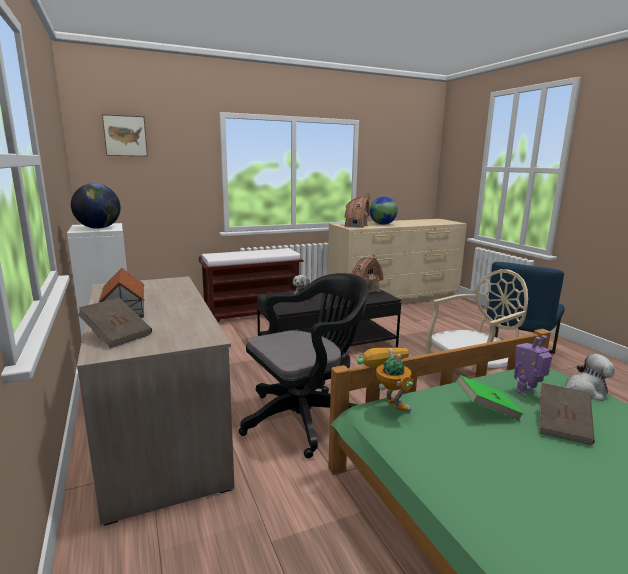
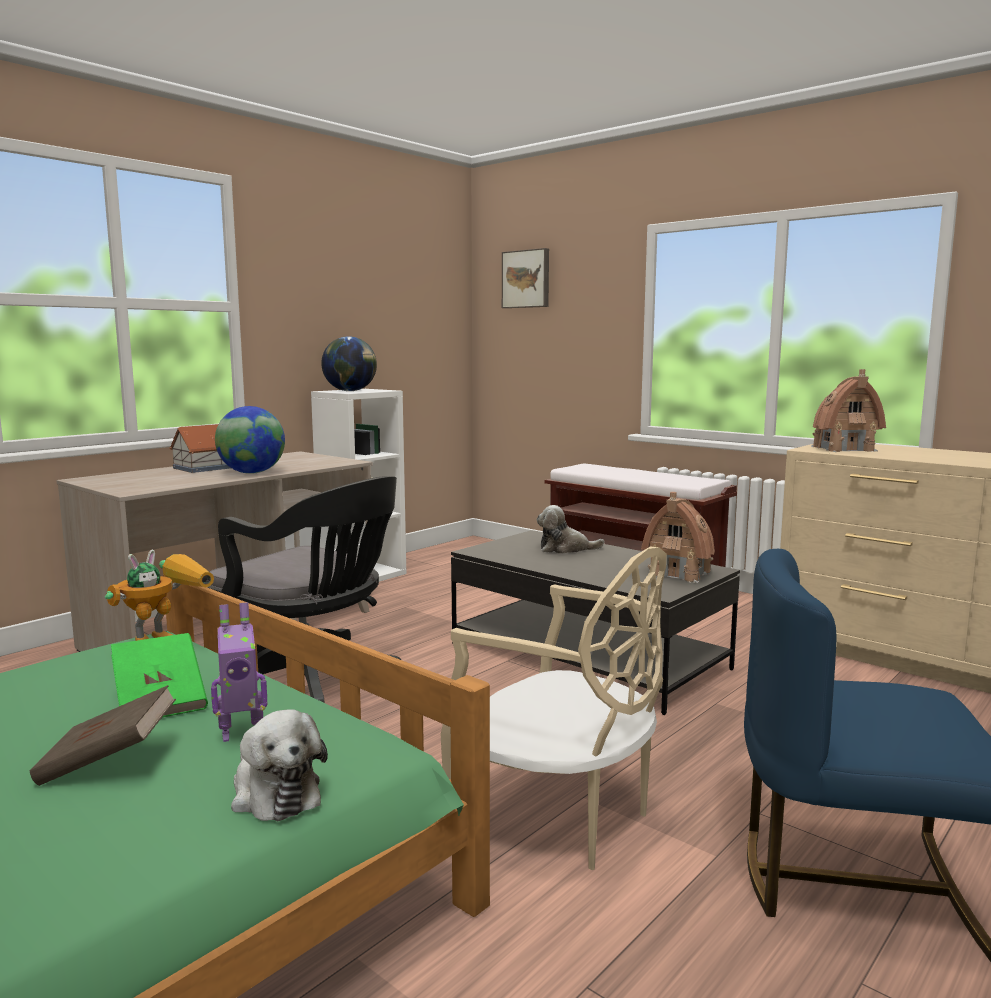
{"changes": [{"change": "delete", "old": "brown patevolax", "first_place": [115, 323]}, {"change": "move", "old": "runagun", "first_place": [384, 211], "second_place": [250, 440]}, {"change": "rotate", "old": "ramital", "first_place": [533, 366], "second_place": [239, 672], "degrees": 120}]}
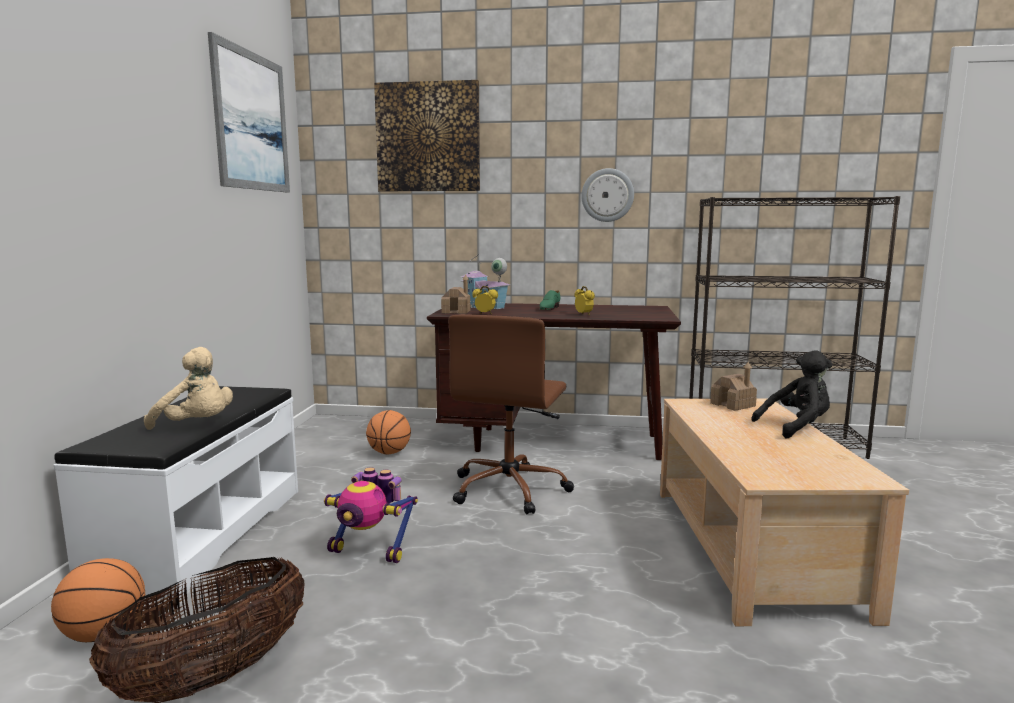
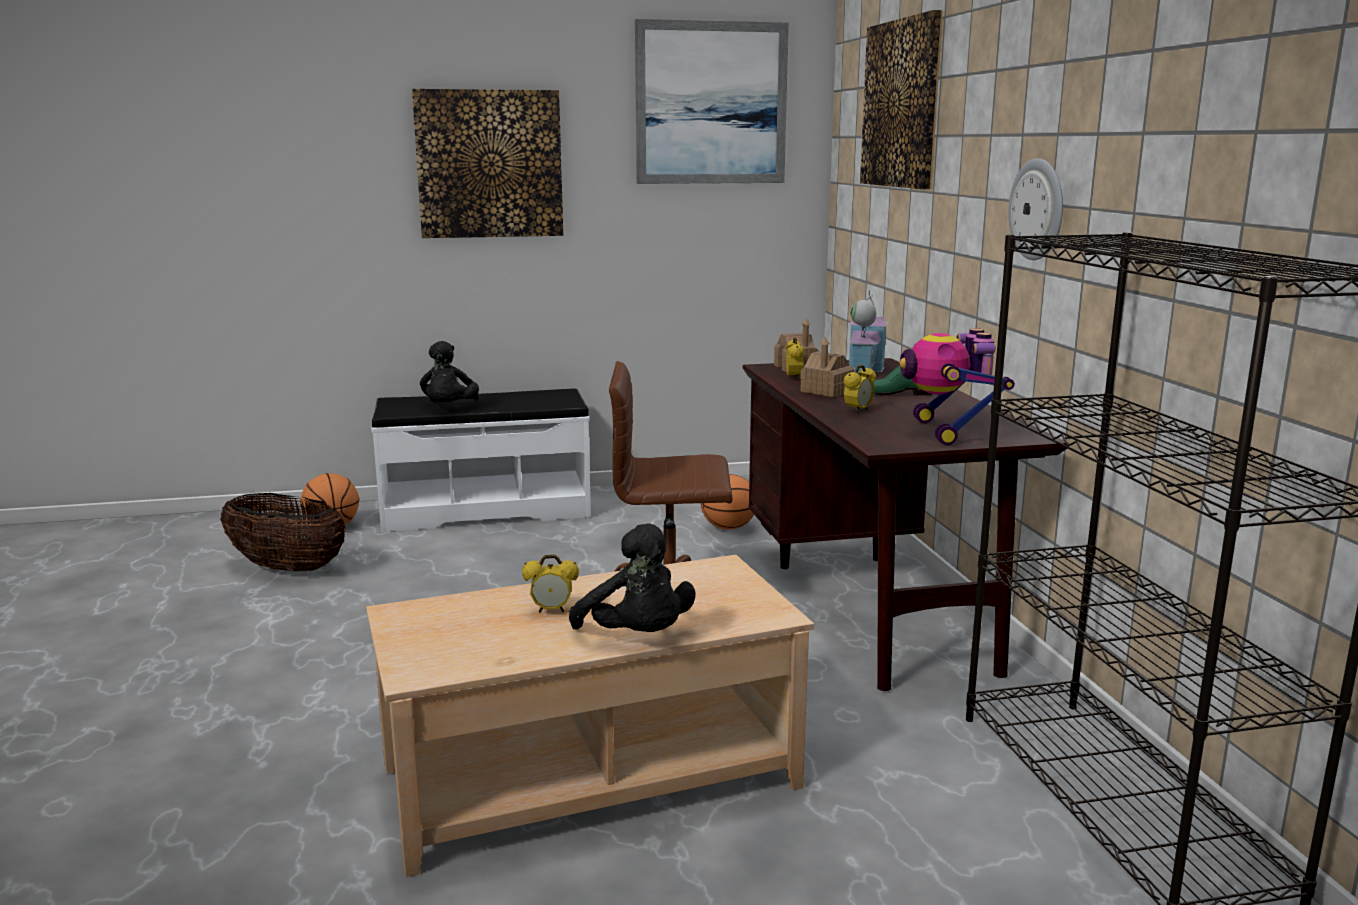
{"changes": [{"change": "insert", "new": "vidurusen", "second_place": [487, 163]}, {"change": "insert", "new": "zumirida", "second_place": [550, 583]}, {"change": "move", "old": "ramital", "first_place": [371, 515], "second_place": [957, 386]}, {"change": "move", "old": "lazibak", "first_place": [733, 386], "second_place": [827, 367]}, {"change": "recolor", "old": "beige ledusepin", "new": "black ledusepin", "first_place": [188, 388], "second_place": [449, 371]}]}
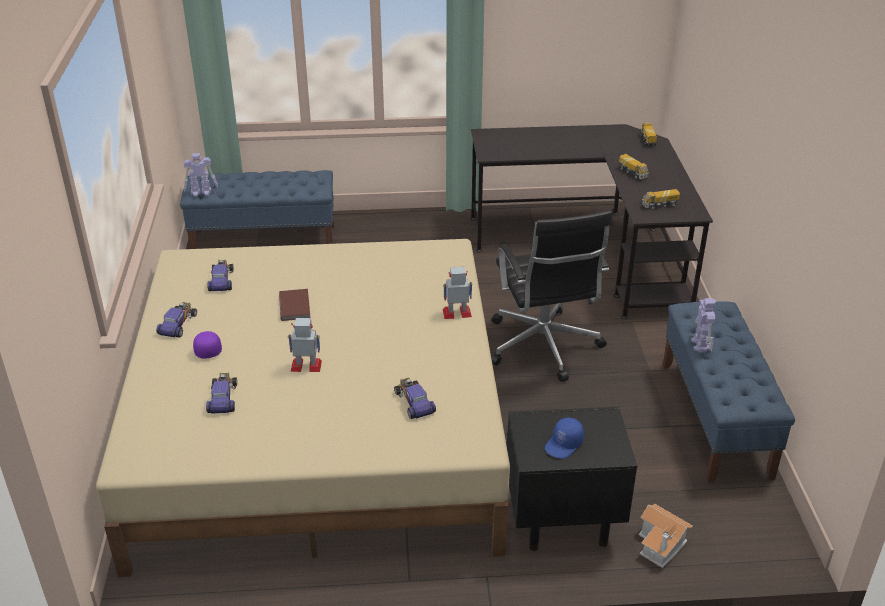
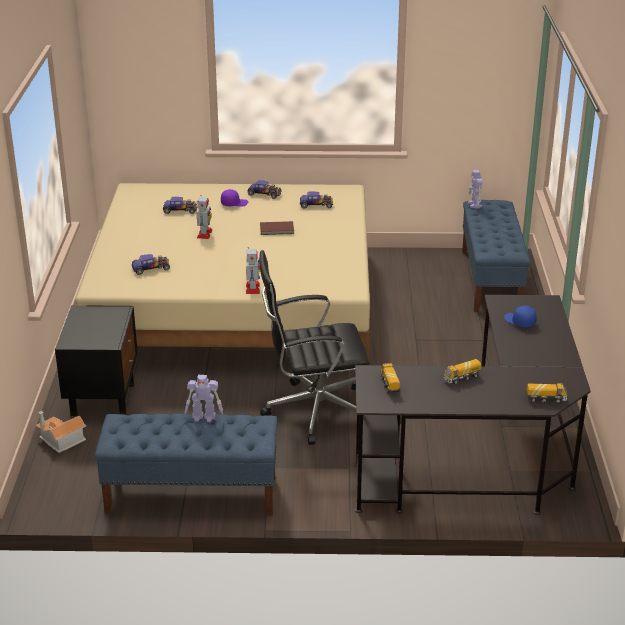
{"changes": [{"change": "move", "old": "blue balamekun", "first_place": [564, 438], "second_place": [520, 316]}]}
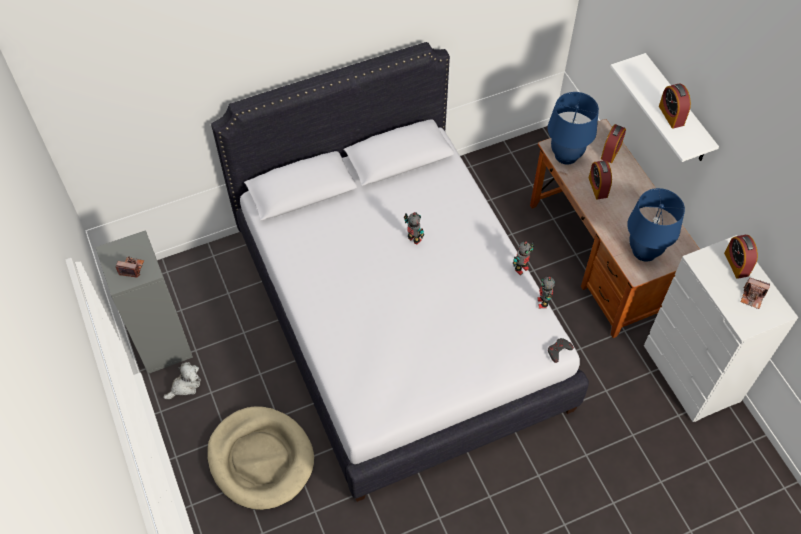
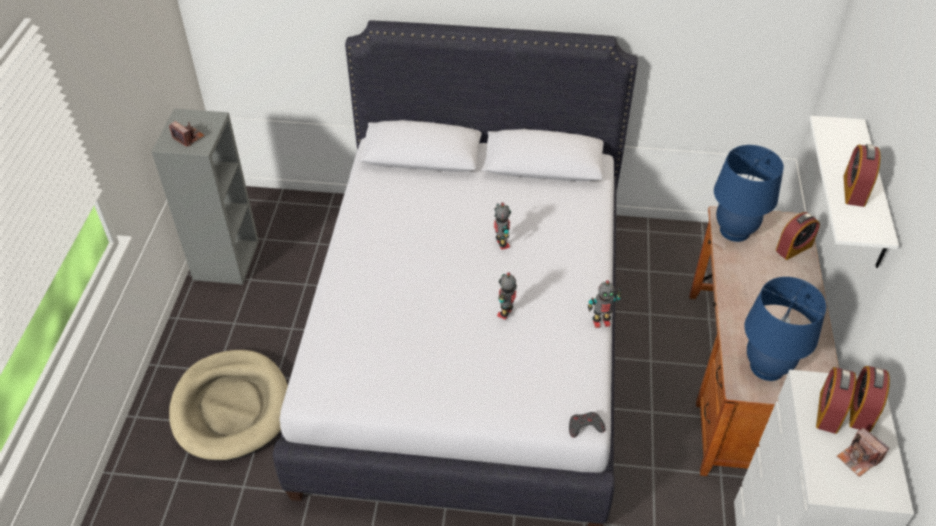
{"changes": [{"change": "delete", "old": "ledusepin", "first_place": [182, 381]}, {"change": "move", "old": "ramital", "first_place": [546, 292], "second_place": [507, 296]}, {"change": "move", "old": "zumirida", "first_place": [600, 179], "second_place": [836, 400]}]}
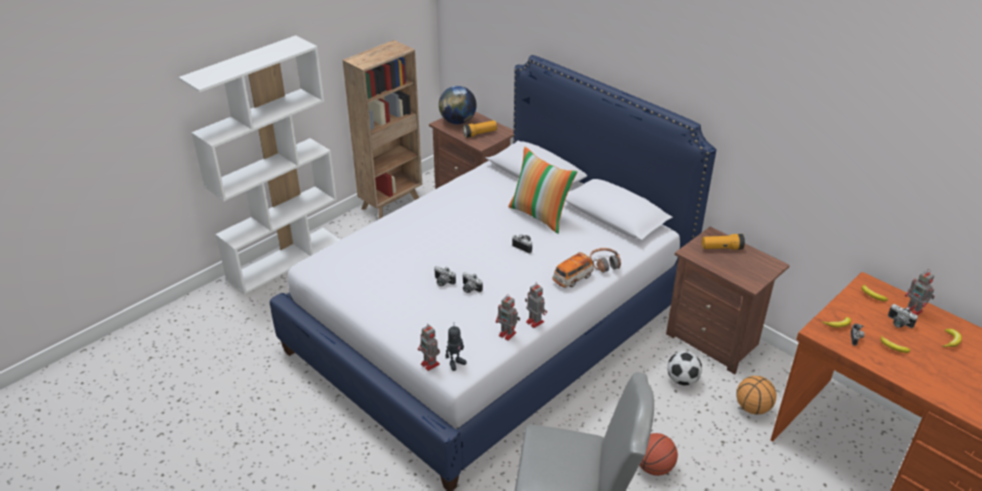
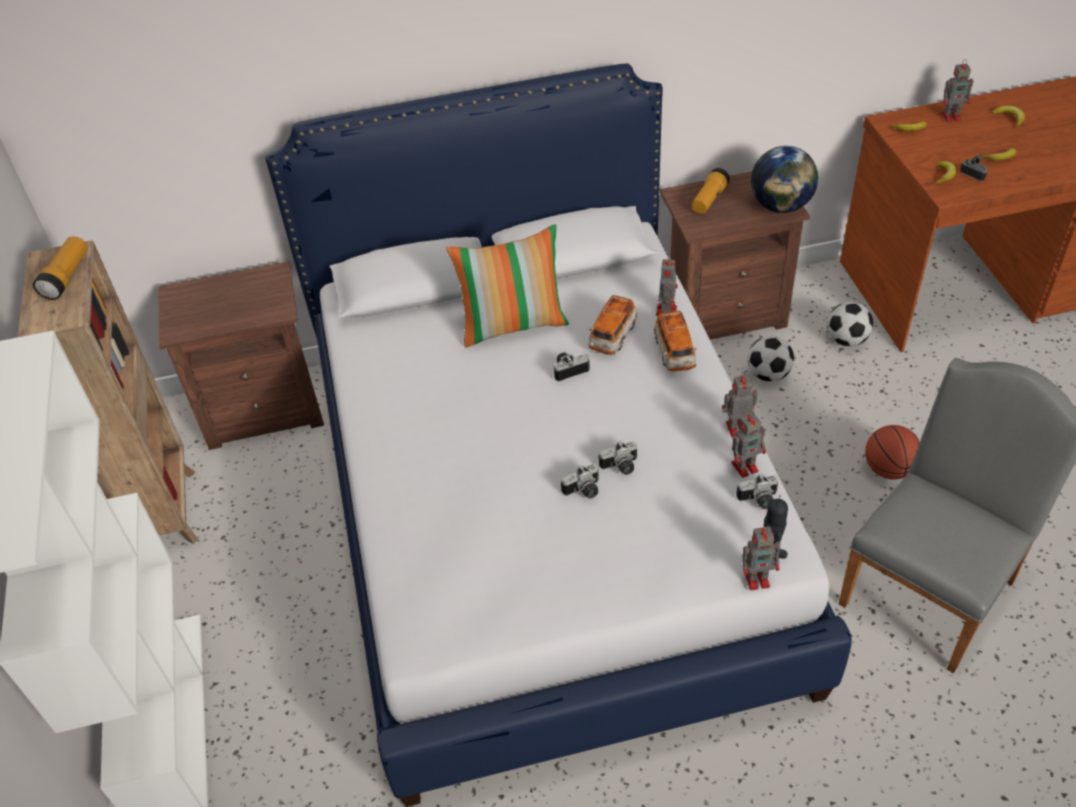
{"changes": [{"change": "insert", "new": "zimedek", "second_place": [612, 325]}, {"change": "move", "old": "runagun", "first_place": [458, 105], "second_place": [784, 179]}, {"change": "move", "old": "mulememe", "first_place": [479, 129], "second_place": [60, 268]}, {"change": "move", "old": "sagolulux", "first_place": [903, 316], "second_place": [757, 491]}, {"change": "replace", "old": "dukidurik", "new": "ramital", "first_place": [605, 260], "second_place": [667, 286]}, {"change": "replace", "old": "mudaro", "new": "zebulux", "first_place": [756, 395], "second_place": [850, 324]}]}
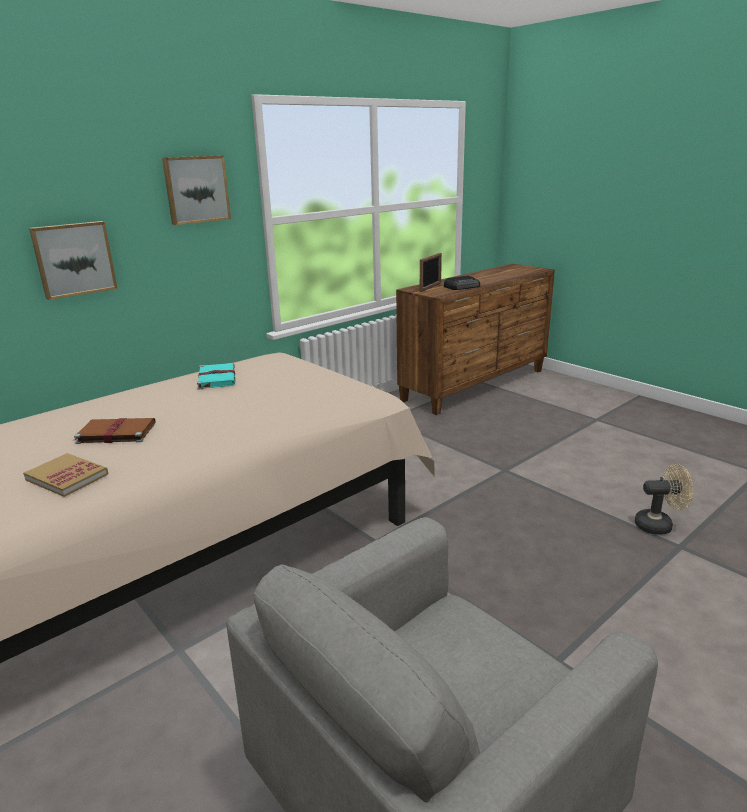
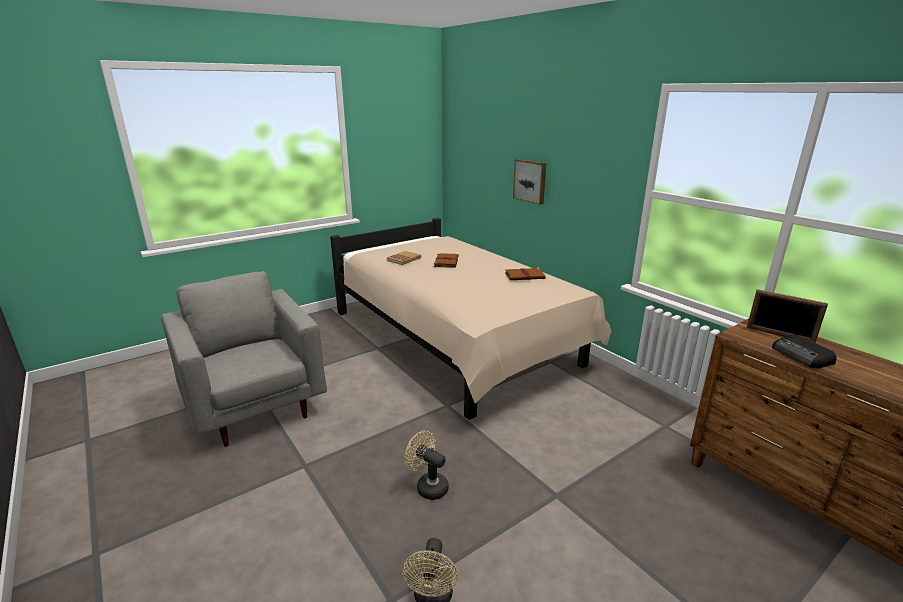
{"changes": [{"change": "delete", "old": "vidurusen", "first_place": [196, 190]}, {"change": "insert", "new": "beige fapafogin", "second_place": [427, 465]}, {"change": "recolor", "old": "turquoise patevolax", "new": "brown patevolax", "first_place": [216, 376], "second_place": [525, 274]}]}
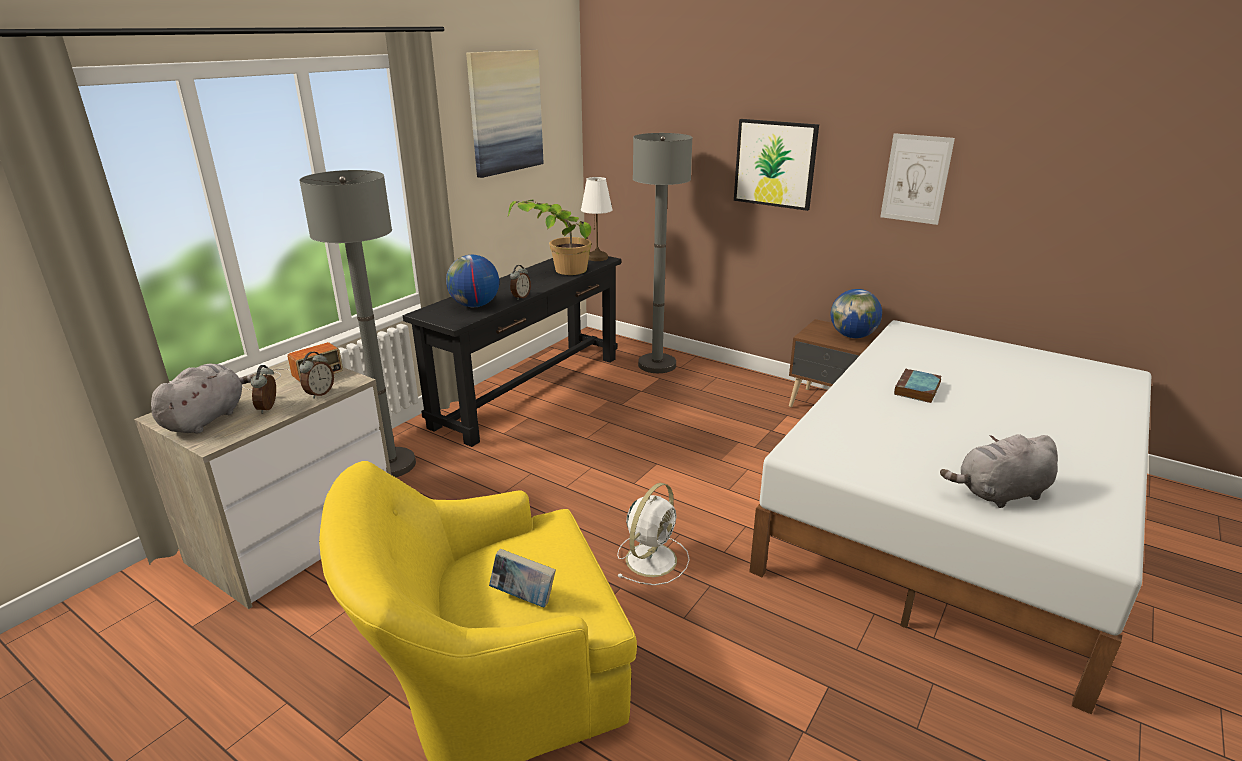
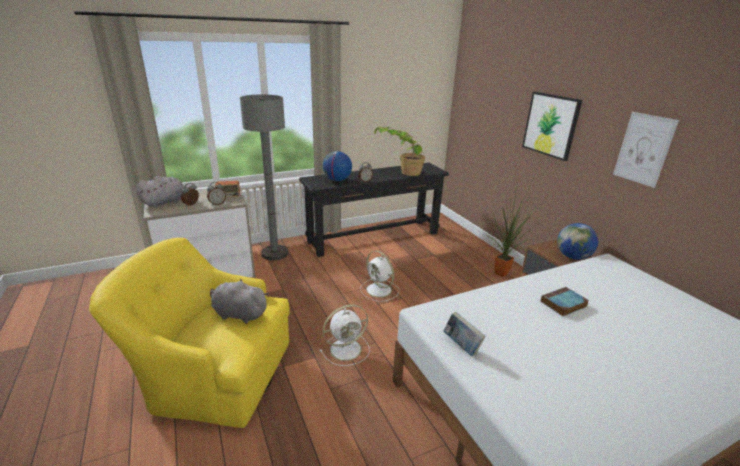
{"changes": [{"change": "delete", "old": "vidurusen", "first_place": [504, 114]}, {"change": "delete", "old": "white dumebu", "first_place": [597, 219]}, {"change": "delete", "old": "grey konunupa", "first_place": [663, 253]}, {"change": "insert", "new": "white fapafogin", "second_place": [379, 276]}, {"change": "insert", "new": "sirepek", "second_place": [514, 229]}, {"change": "move", "old": "patevolax", "first_place": [522, 578], "second_place": [465, 334]}, {"change": "move", "old": "grey ledusepin", "first_place": [999, 471], "second_place": [239, 301]}]}
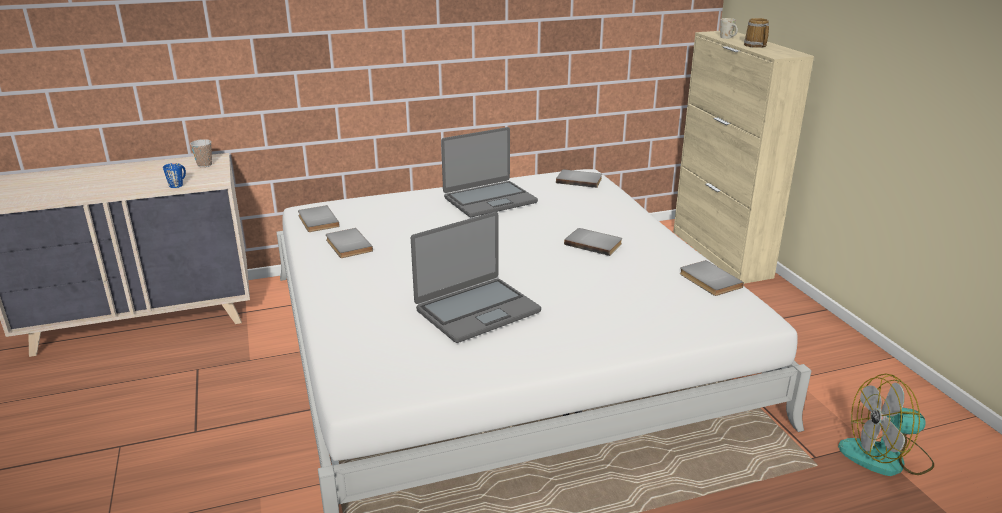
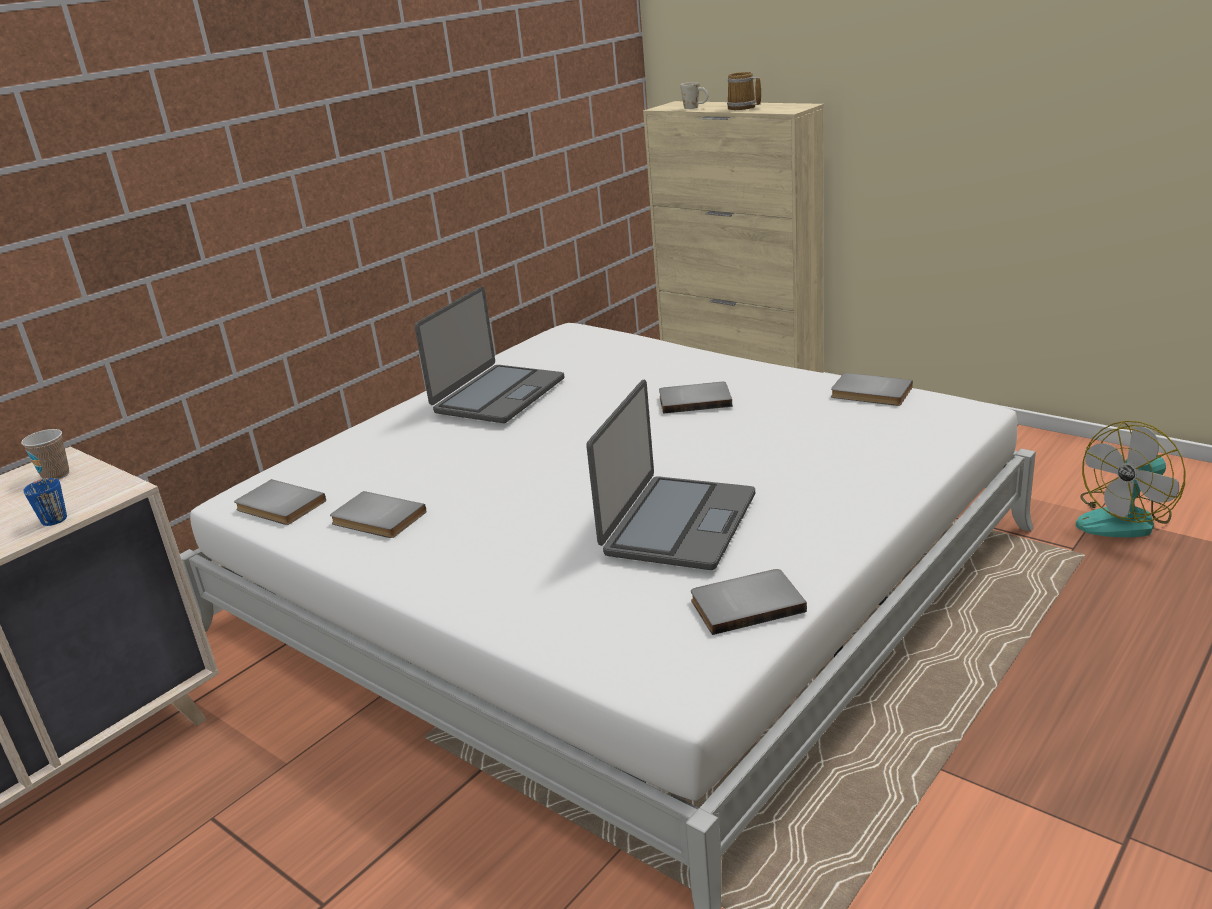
{"changes": [{"change": "move", "old": "grey patevolax", "first_place": [579, 179], "second_place": [749, 602]}]}
